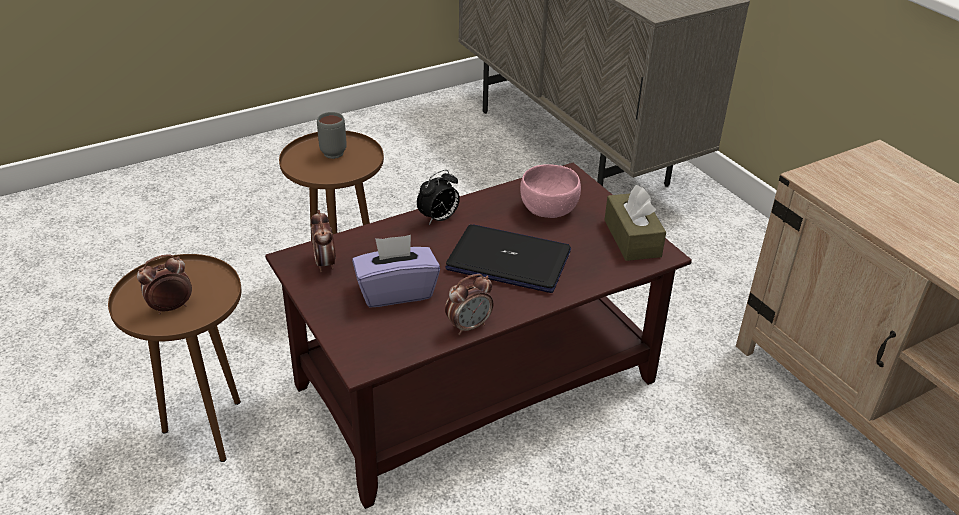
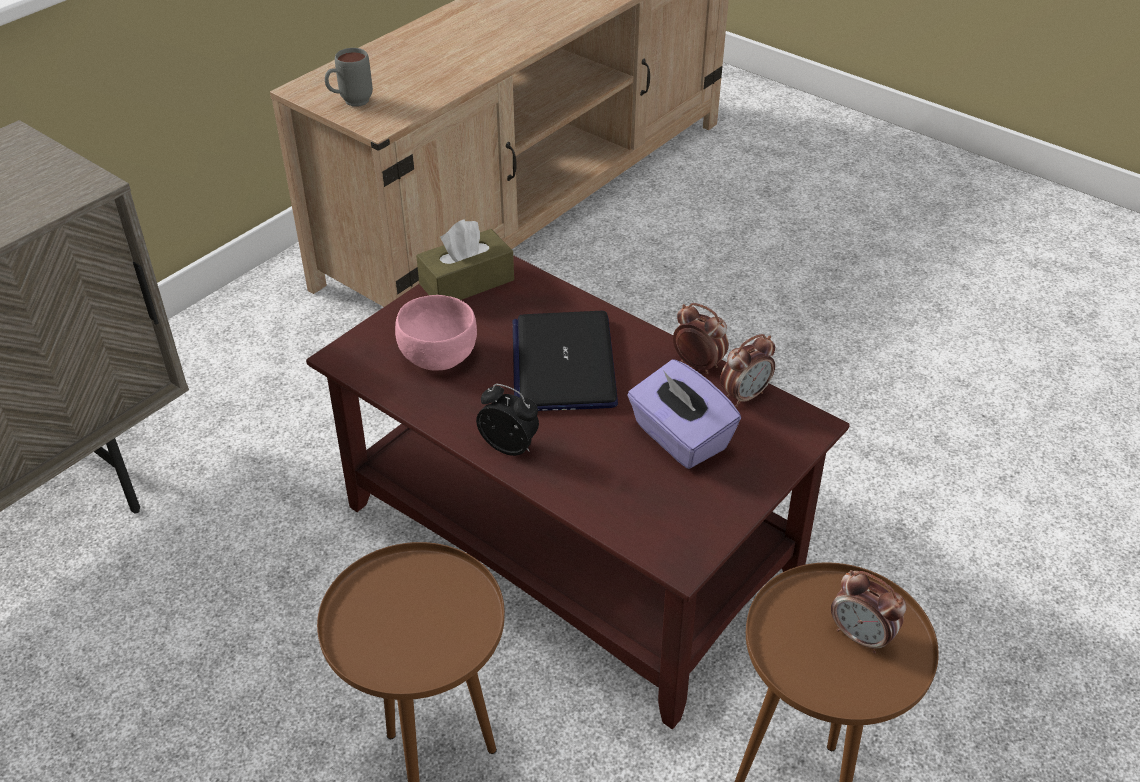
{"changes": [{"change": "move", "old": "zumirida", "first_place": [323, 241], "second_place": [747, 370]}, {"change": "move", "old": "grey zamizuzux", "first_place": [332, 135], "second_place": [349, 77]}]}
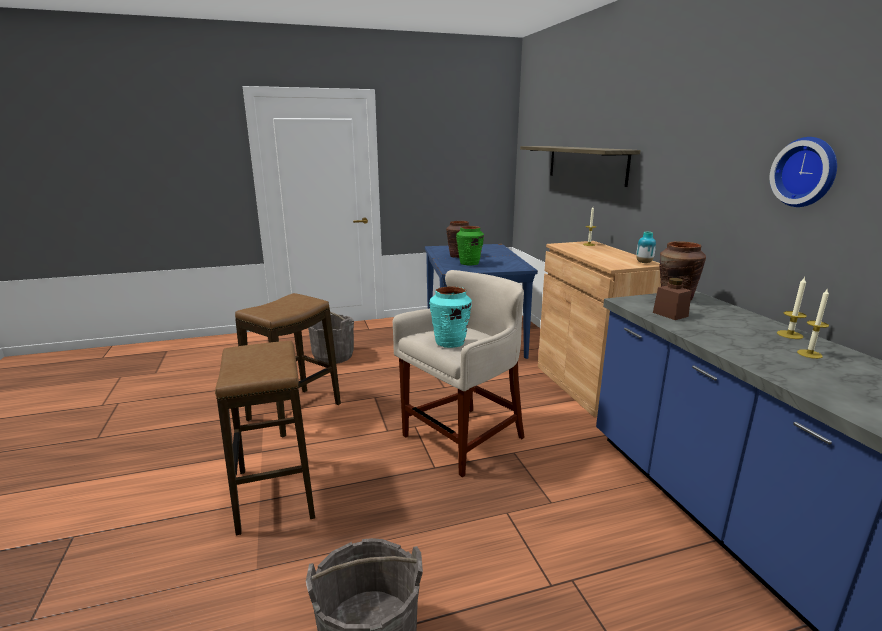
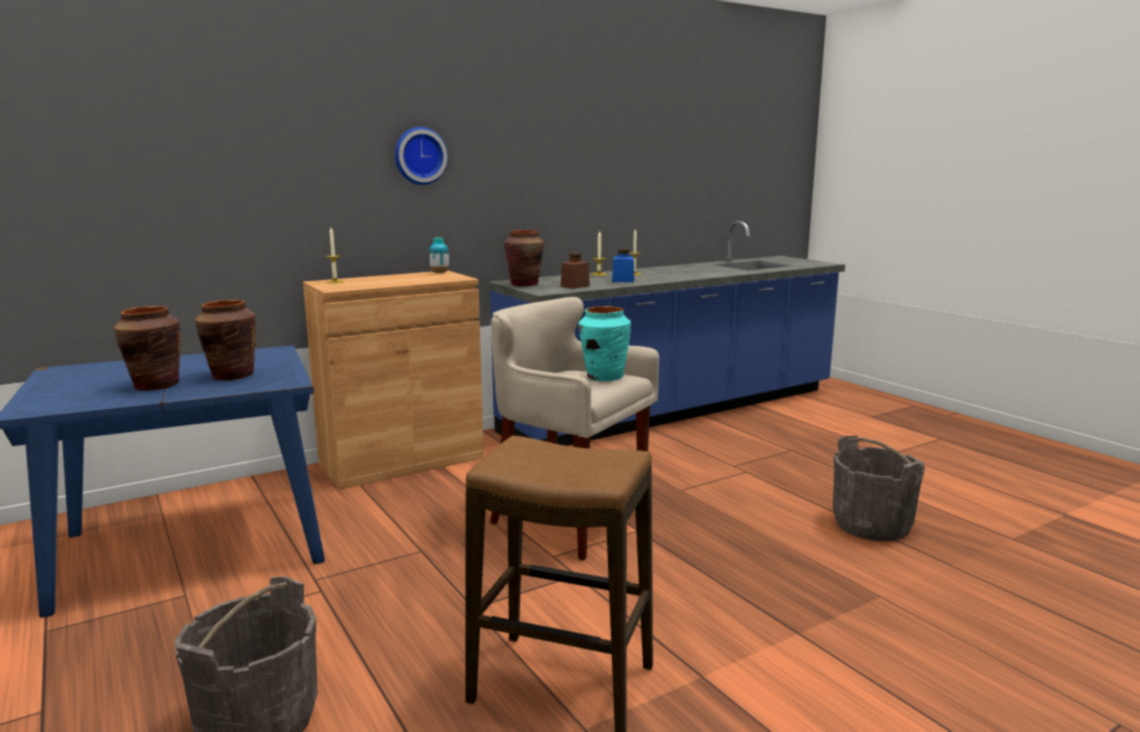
{"changes": [{"change": "delete", "old": "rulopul", "first_place": [265, 438]}, {"change": "delete", "old": "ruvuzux", "first_place": [580, 166]}, {"change": "insert", "new": "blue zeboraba", "second_place": [623, 265]}, {"change": "move", "old": "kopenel", "first_place": [803, 172], "second_place": [421, 156]}, {"change": "recolor", "old": "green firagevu", "new": "brown firagevu", "first_place": [470, 246], "second_place": [225, 340]}]}
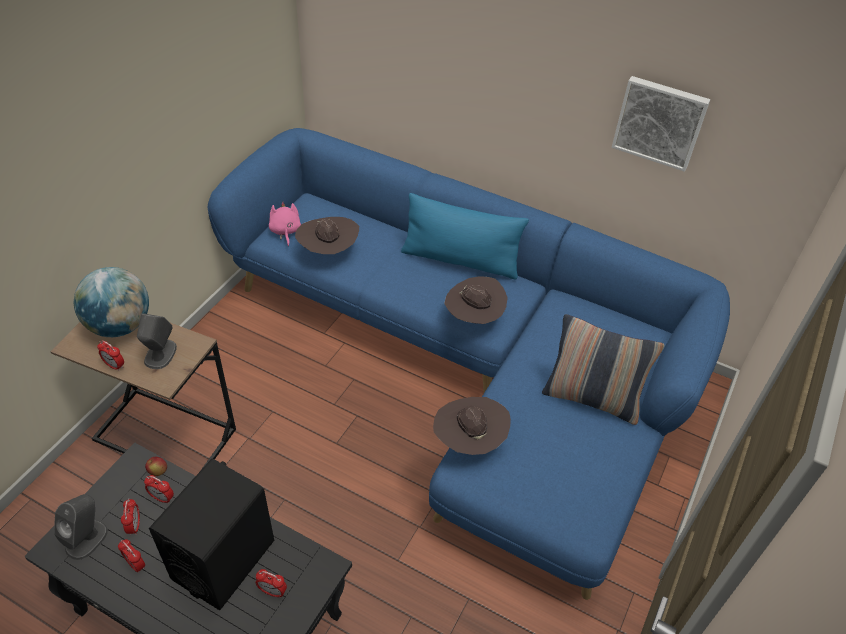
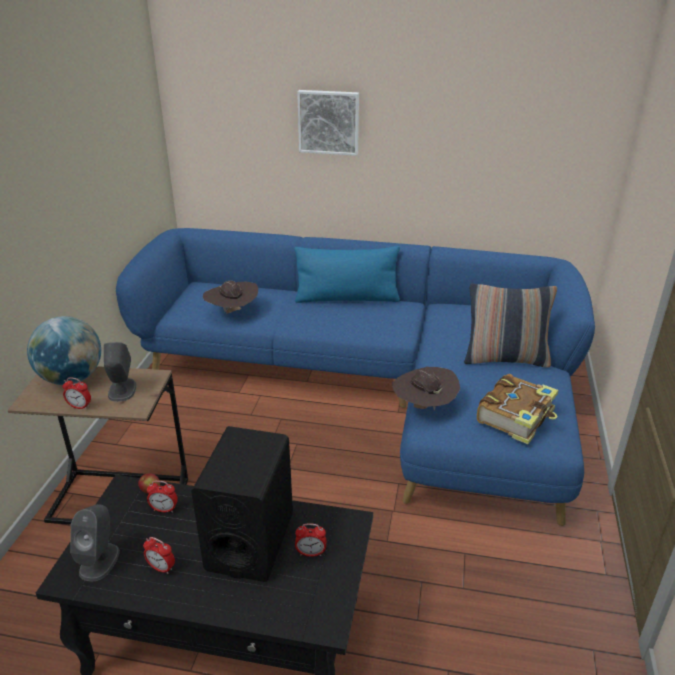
{"changes": [{"change": "delete", "old": "zumirida", "first_place": [130, 516]}, {"change": "delete", "old": "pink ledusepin", "first_place": [285, 223]}, {"change": "delete", "old": "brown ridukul", "first_place": [476, 300]}, {"change": "insert", "new": "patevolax", "second_place": [518, 409]}, {"change": "move", "old": "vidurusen", "first_place": [661, 124], "second_place": [328, 123]}]}
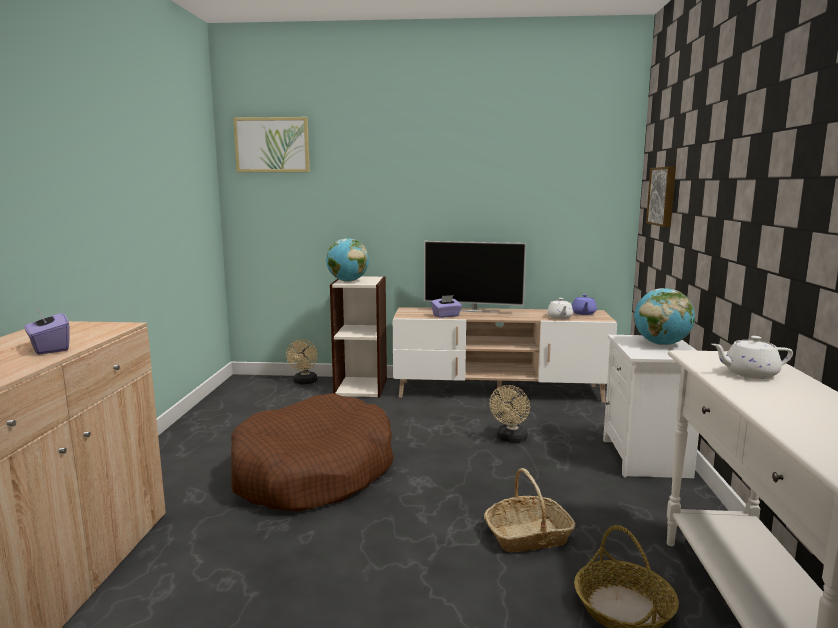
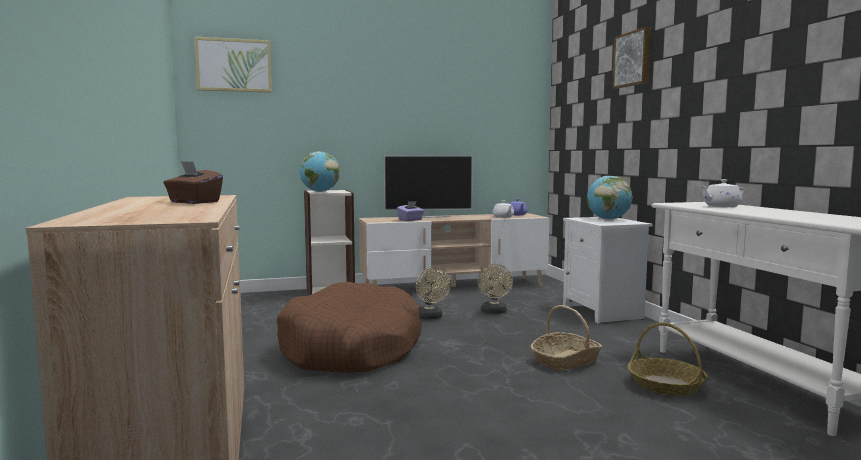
{"changes": [{"change": "move", "old": "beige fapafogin", "first_place": [302, 362], "second_place": [433, 294]}, {"change": "move", "old": "vidurusen", "first_place": [661, 197], "second_place": [631, 58]}, {"change": "recolor", "old": "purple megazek", "new": "brown megazek", "first_place": [47, 330], "second_place": [193, 182]}]}
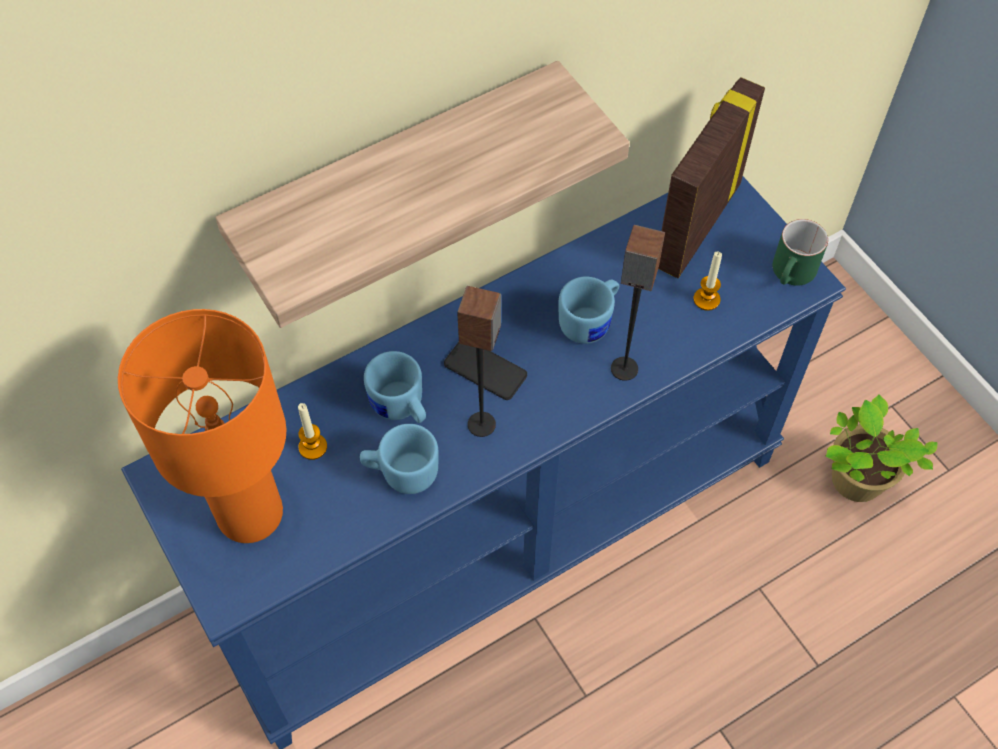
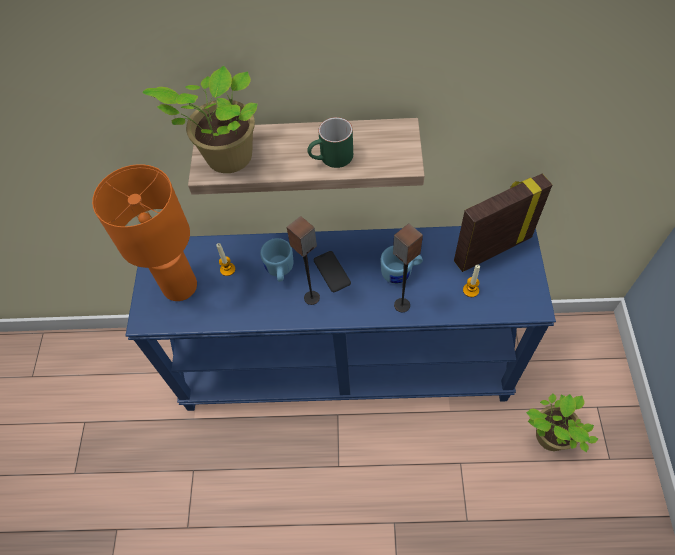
{"changes": [{"change": "delete", "old": "blue zamizuzux", "first_place": [399, 459]}, {"change": "insert", "new": "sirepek", "second_place": [200, 119]}, {"change": "move", "old": "green zamizuzux", "first_place": [800, 252], "second_place": [330, 142]}]}
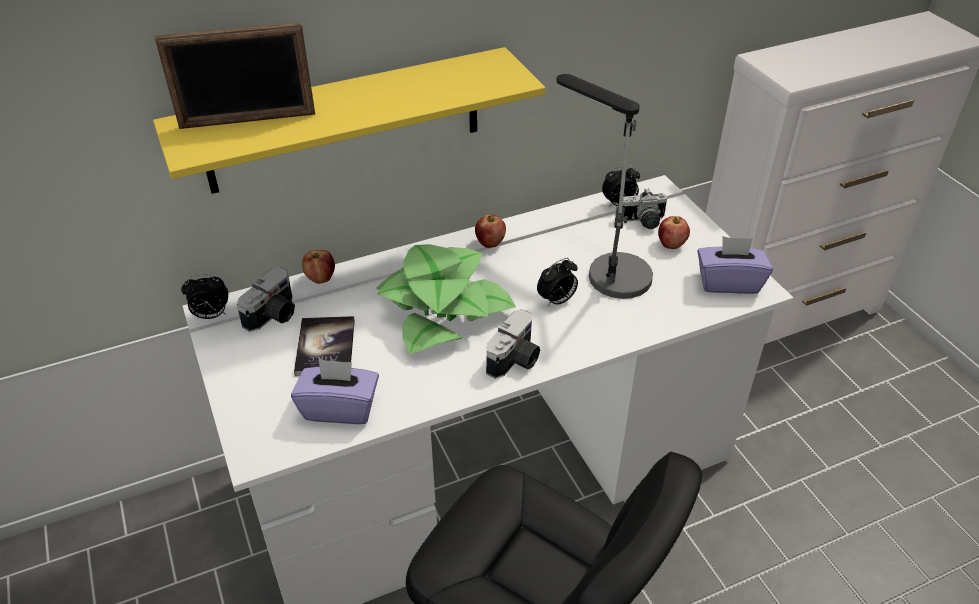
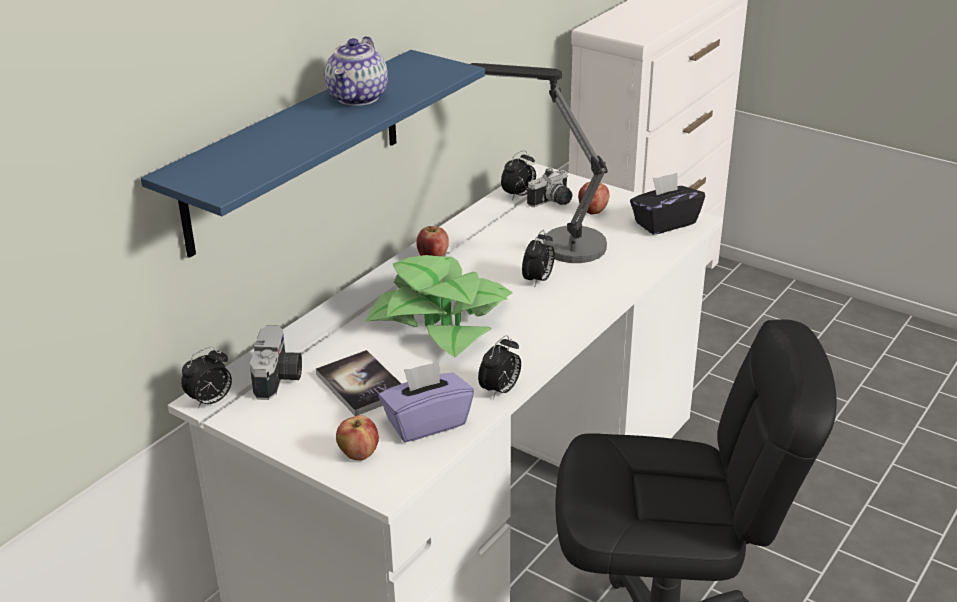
{"changes": [{"change": "delete", "old": "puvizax", "first_place": [235, 75]}, {"change": "delete", "old": "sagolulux", "first_place": [513, 344]}, {"change": "insert", "new": "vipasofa", "second_place": [356, 71]}, {"change": "insert", "new": "zumirida", "second_place": [499, 367]}, {"change": "move", "old": "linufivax", "first_place": [318, 267], "second_place": [357, 438]}, {"change": "recolor", "old": "yellow ruvuzux", "new": "blue ruvuzux", "first_place": [349, 120], "second_place": [313, 154]}, {"change": "recolor", "old": "purple megazek", "new": "black megazek", "first_place": [735, 265], "second_place": [667, 204]}]}
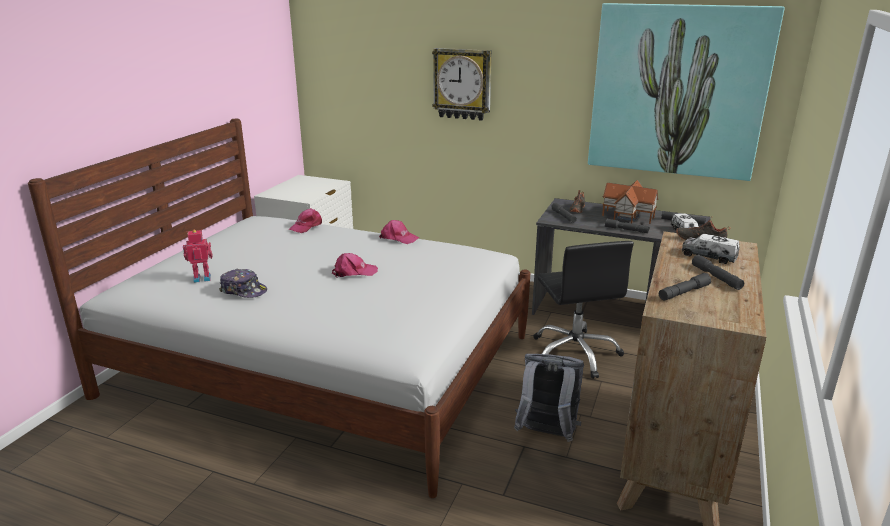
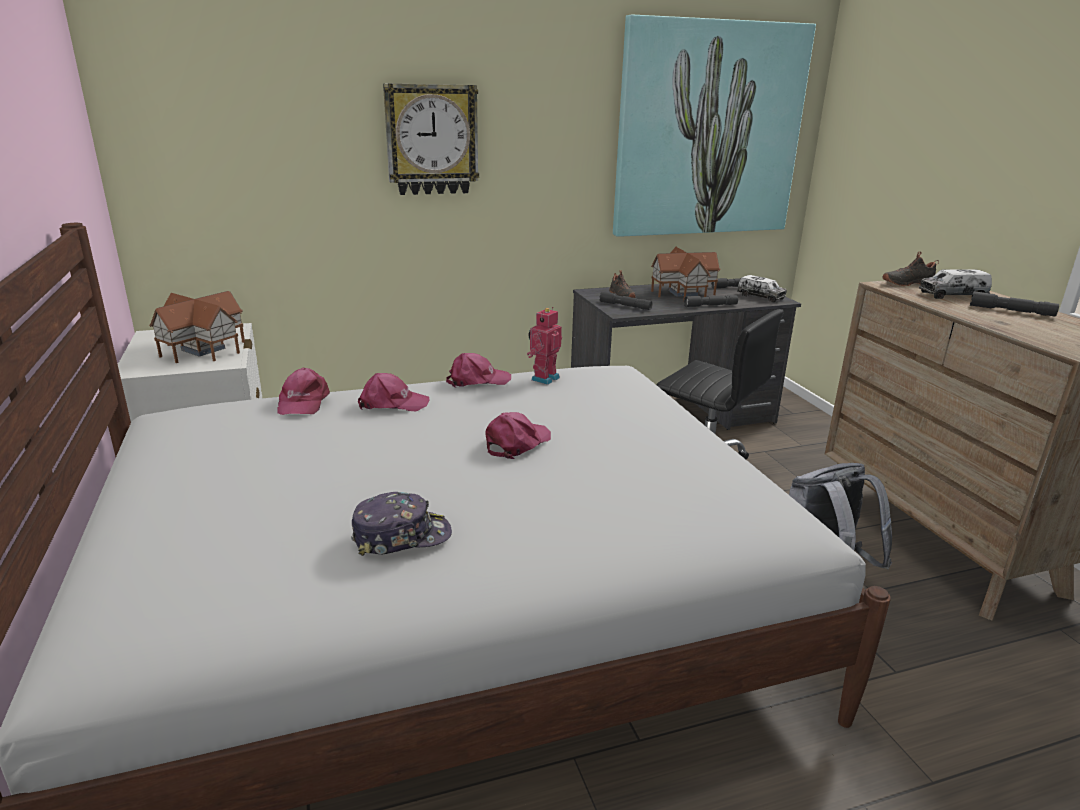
{"changes": [{"change": "delete", "old": "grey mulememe", "first_place": [685, 287]}, {"change": "insert", "new": "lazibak", "second_place": [197, 327]}, {"change": "insert", "new": "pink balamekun", "second_place": [394, 392]}, {"change": "move", "old": "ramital", "first_place": [198, 256], "second_place": [544, 346]}]}
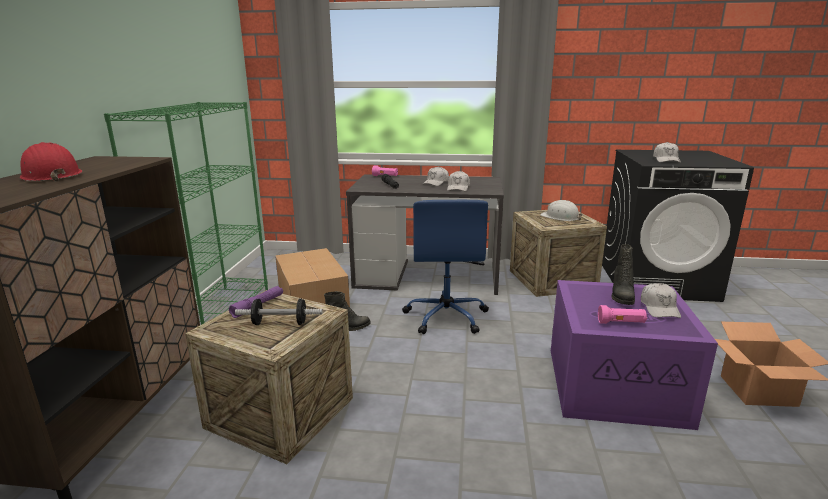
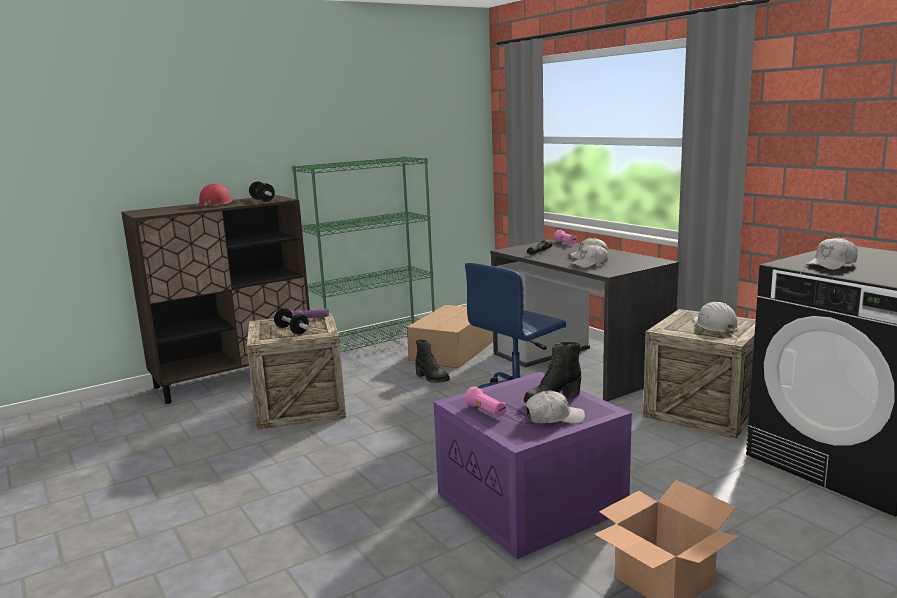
{"changes": [{"change": "insert", "new": "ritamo", "second_place": [262, 192]}, {"change": "rotate", "old": "white balamekun", "first_place": [661, 300], "second_place": [555, 407], "degrees": -150}]}
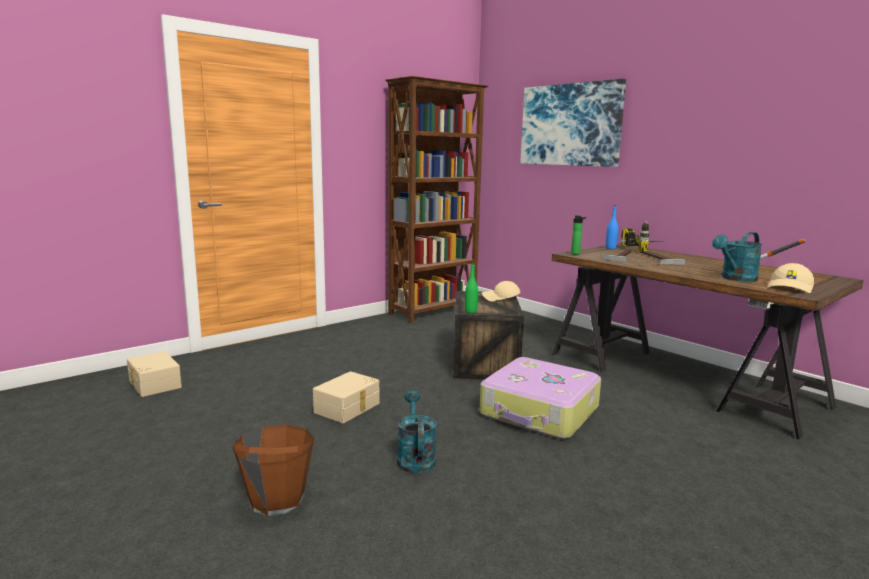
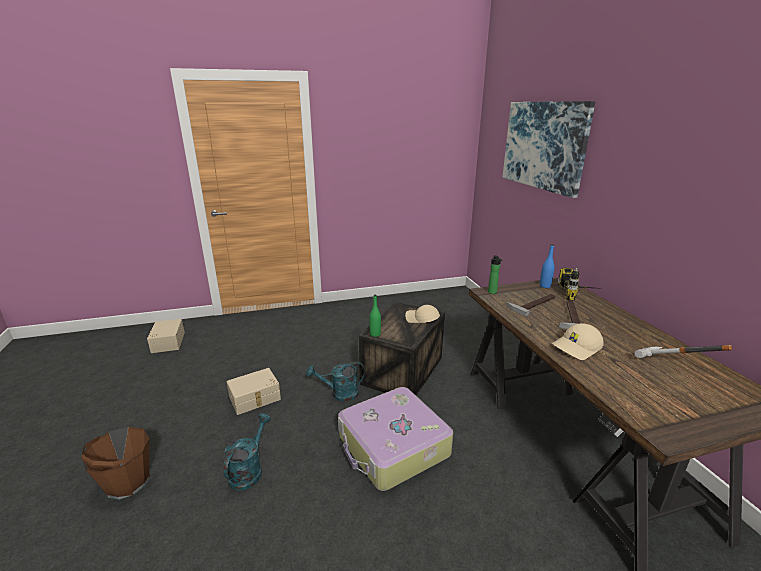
{"changes": [{"change": "delete", "old": "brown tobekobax", "first_place": [436, 199]}, {"change": "move", "old": "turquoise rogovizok", "first_place": [737, 257], "second_place": [335, 381]}, {"change": "move", "old": "beige balamekun", "first_place": [790, 278], "second_place": [578, 341]}]}
